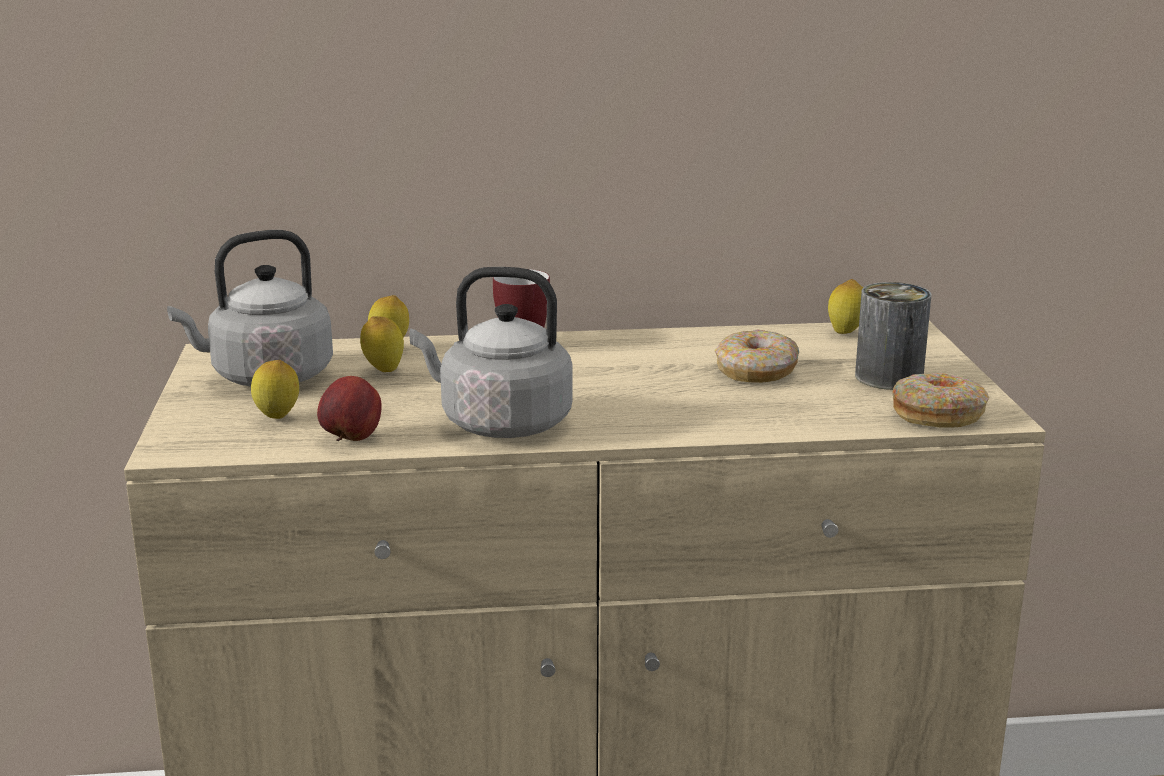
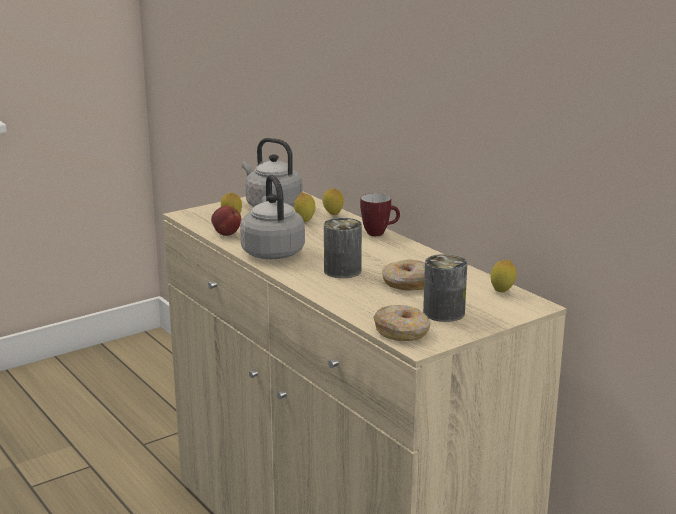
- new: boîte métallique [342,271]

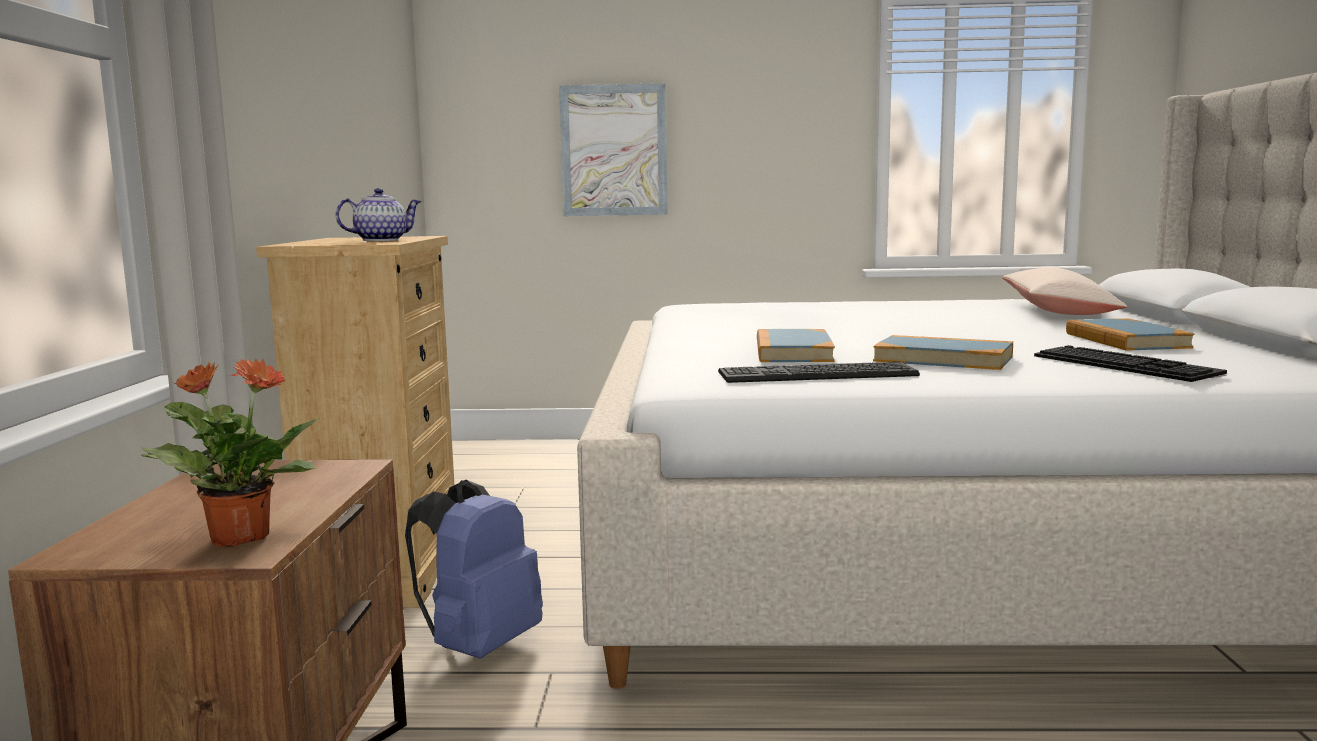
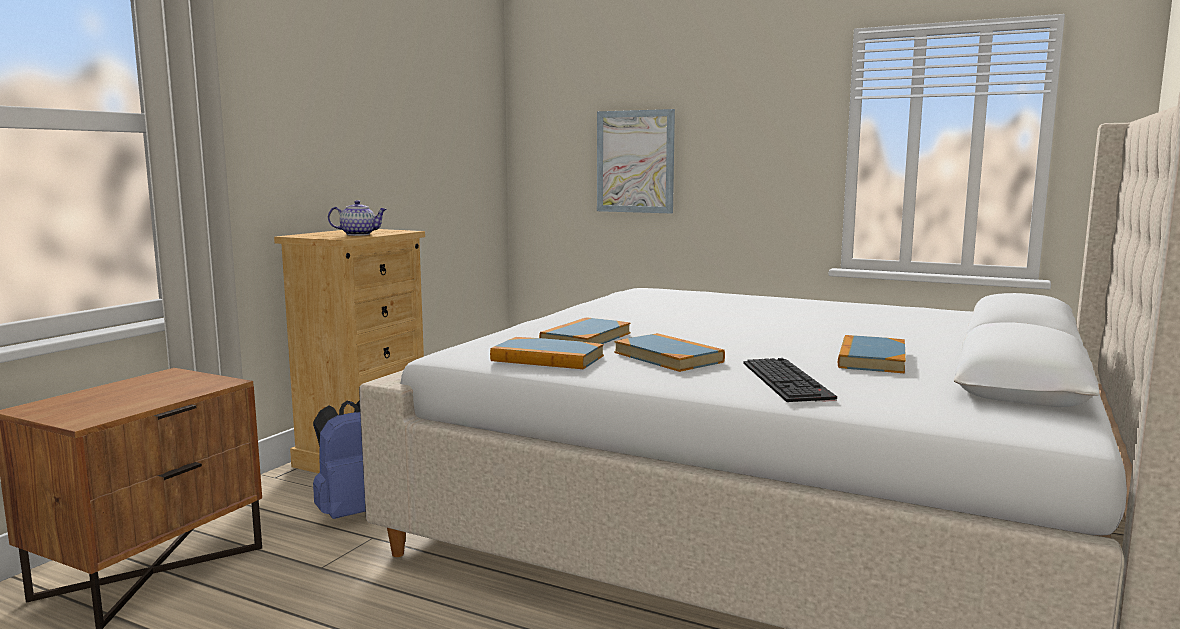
- swapped: clavier [820,374] to livre [547,358]
- gone: plante en pot [239,537]
- gone: coussin/beige [1057,311]

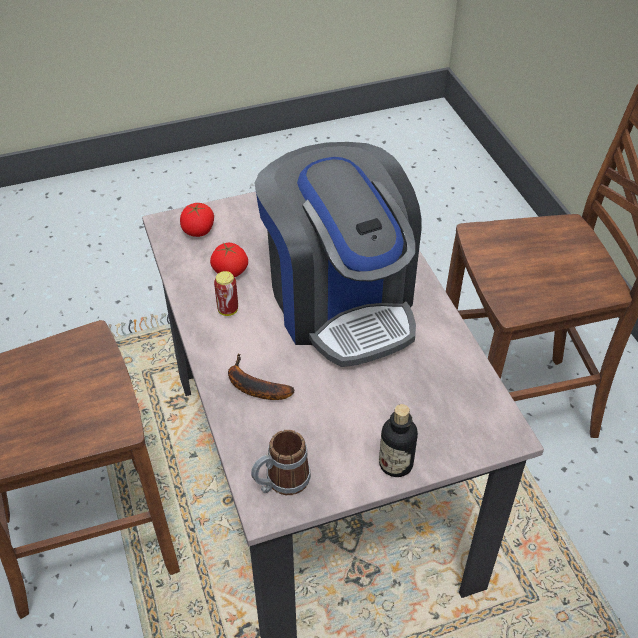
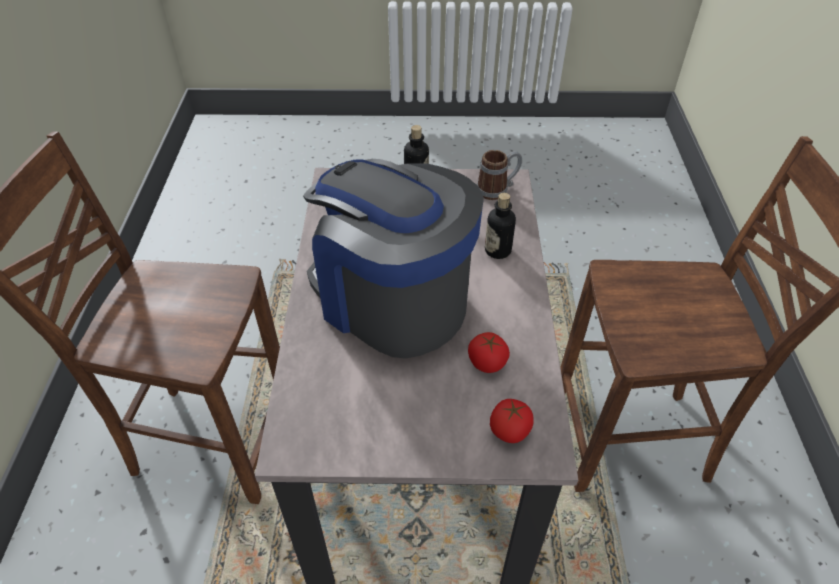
- rotated: machine à café [340,301] = [391,300] 45 degrees counterclockwise
- swapped: banane [253,386] to bouteille [497,250]
- gone: boîte métallique [228,310]

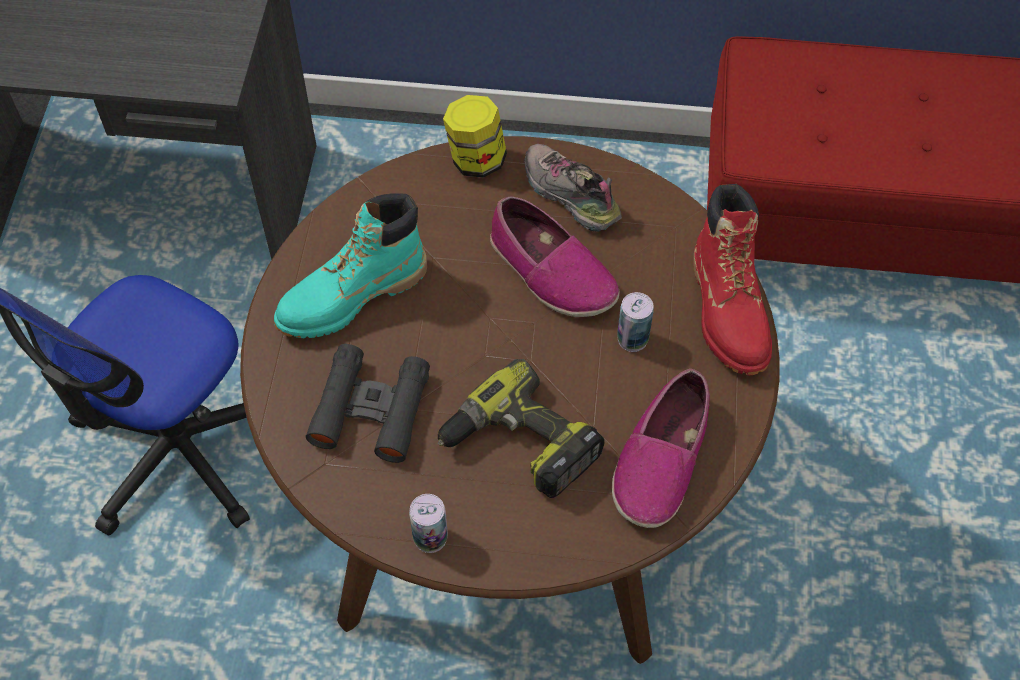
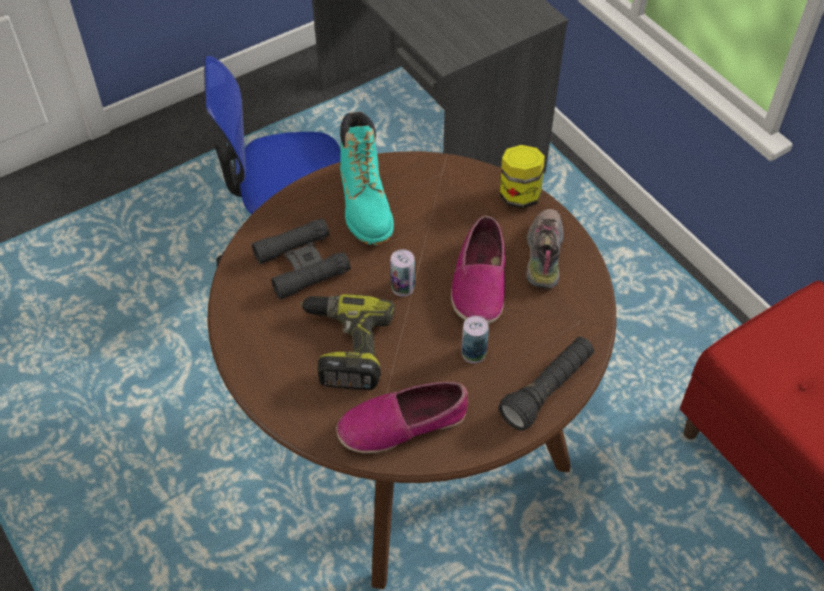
- rotated: botte/turquoise [352,297] = [365,206] 120 degrees counterclockwise
- shifted: boîte métallique [430,538] to [402,287]
- swapped: botte/rouge [728,311] to lampe de poche/noir [547,390]

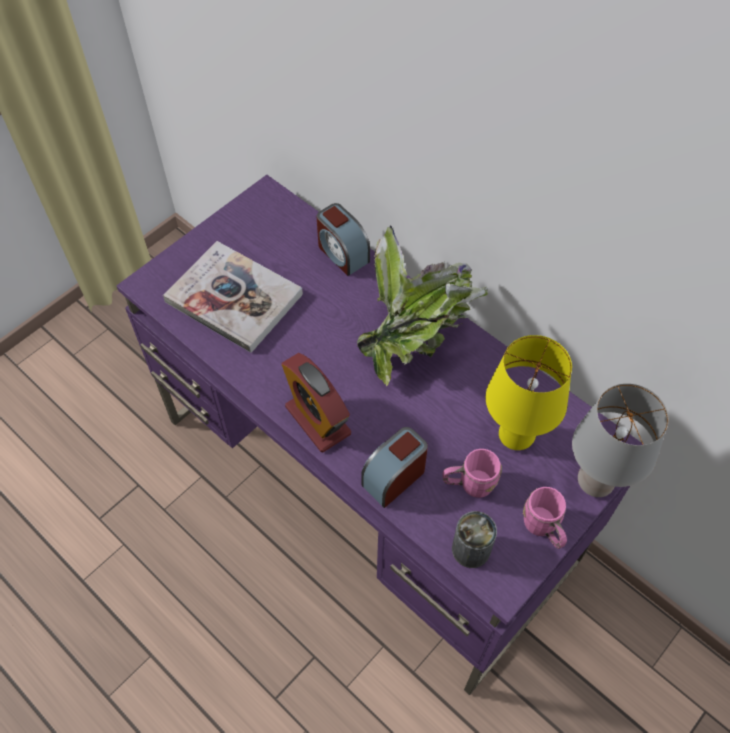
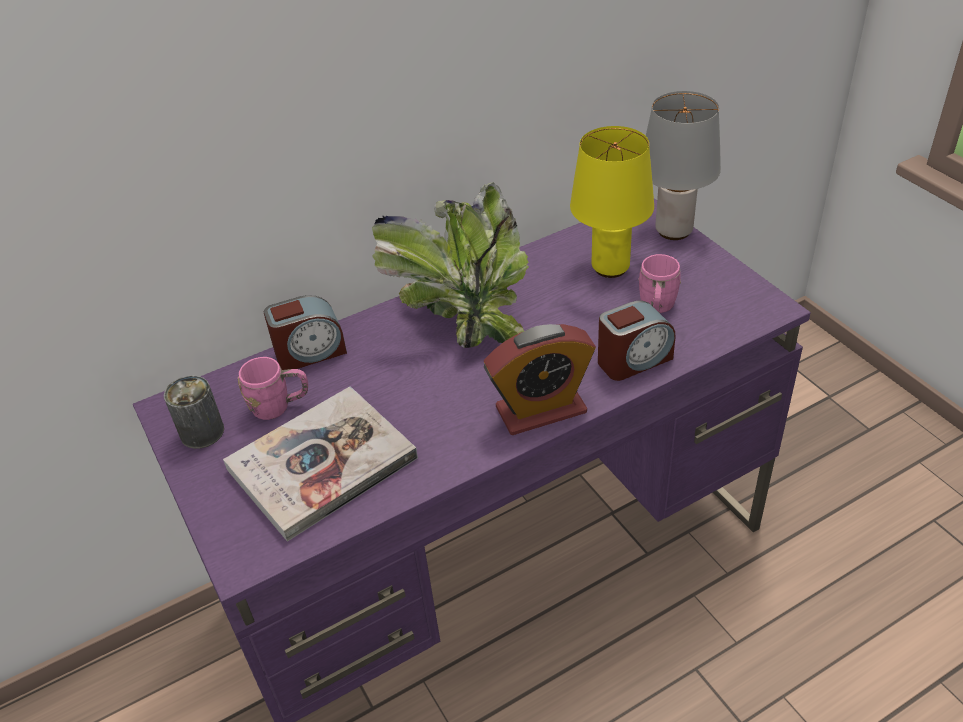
- shifted: boîte métallique [471,549] to [202,432]
- shifted: mug/rose [543,529] to [279,406]
- rotated: réveil [394,477] = [634,360] 90 degrees counterclockwise

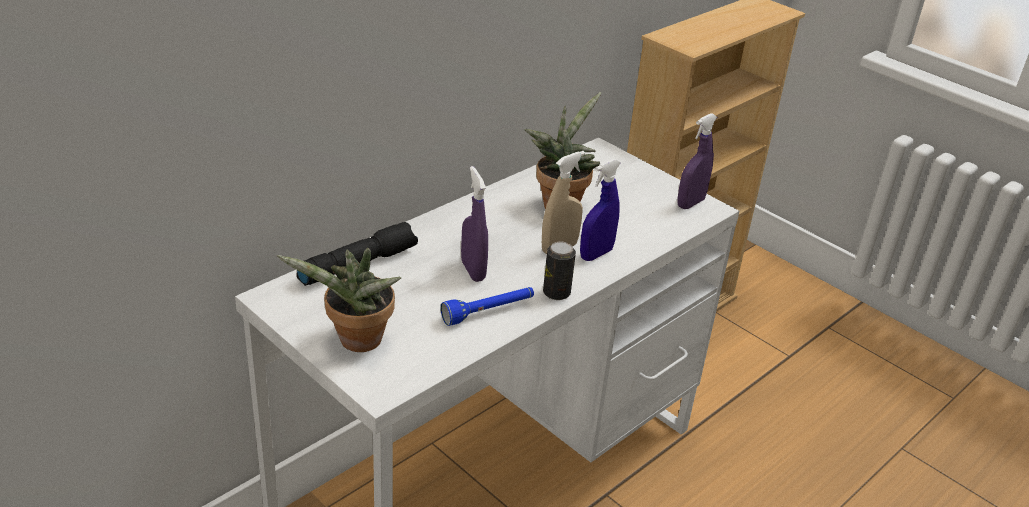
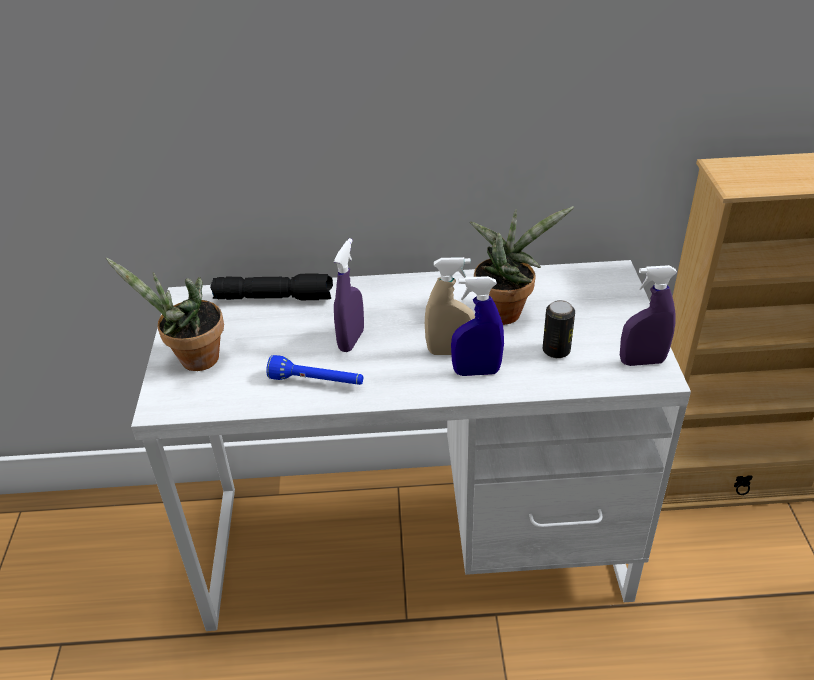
- shifted: boîte métallique [556,293] to [556,350]

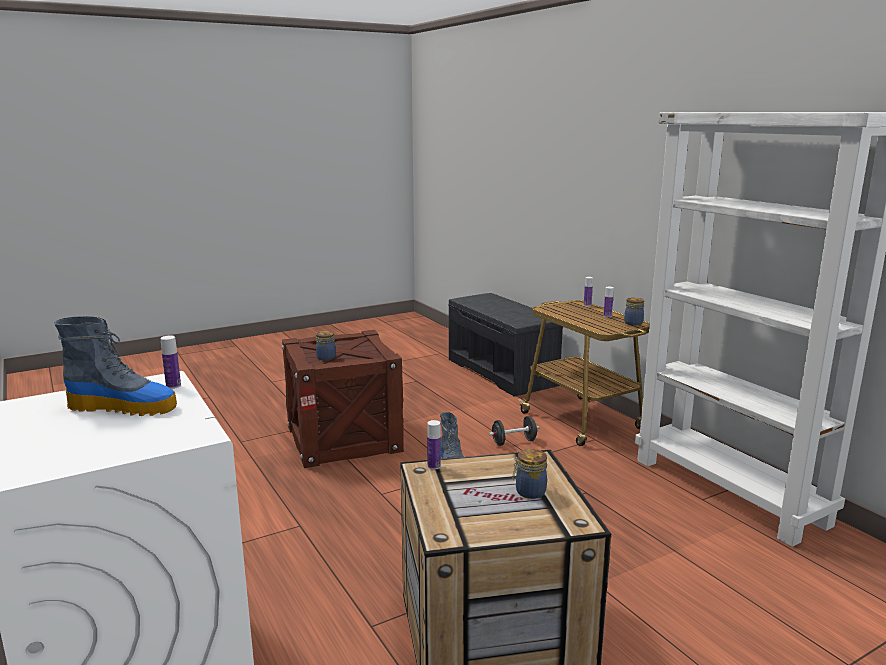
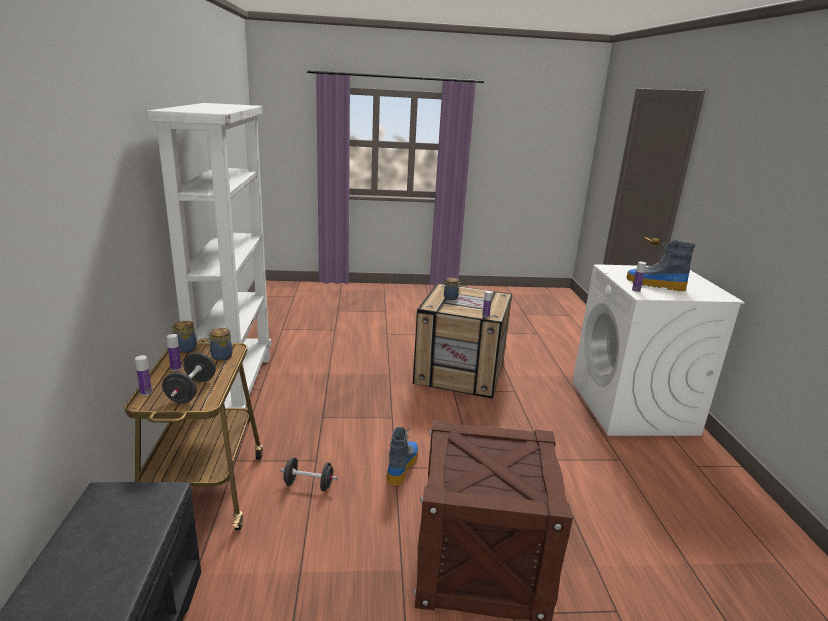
- new: haltère/noir [191,391]
- shifted: bocal [326,357] to [220,356]

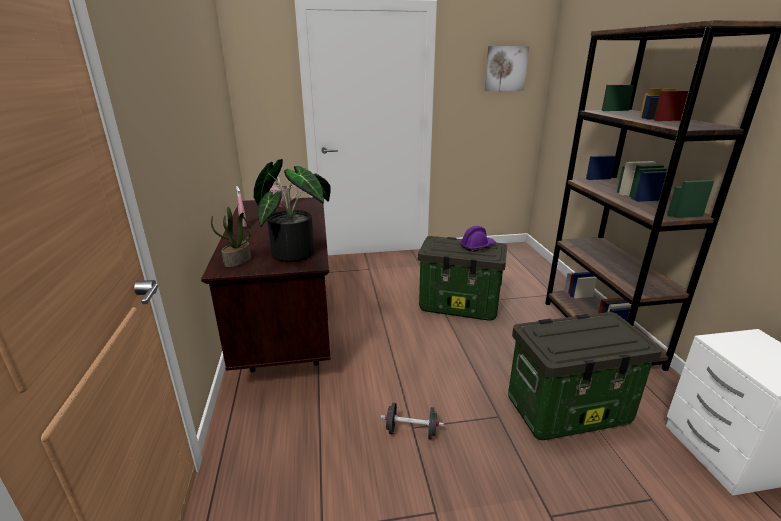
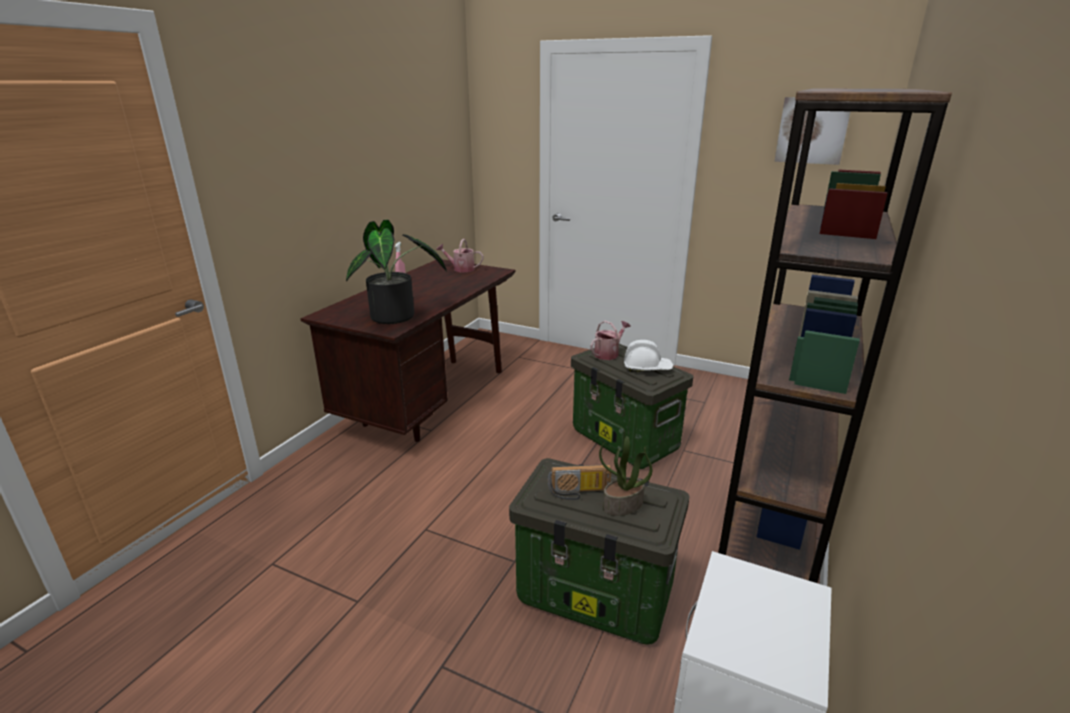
- new: radio [579,493]
- new: arrosoir [608,353]
- shifted: plante en pot [237,261] to [622,505]
- repainted: casque de chantier/violet [477,246] to casque de chantier/blanc [647,368]
- gone: haltère/noir [411,431]

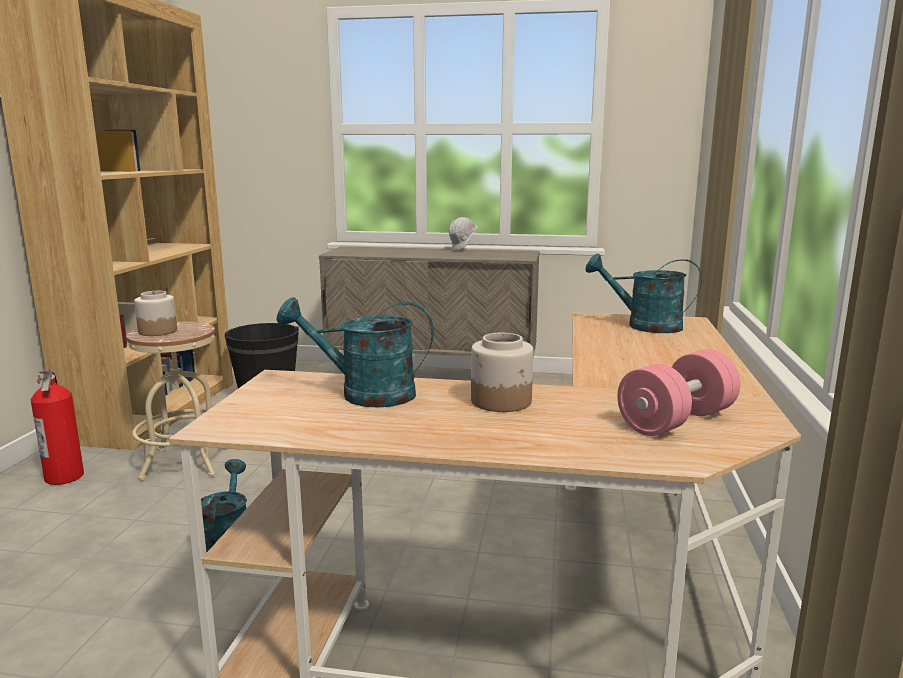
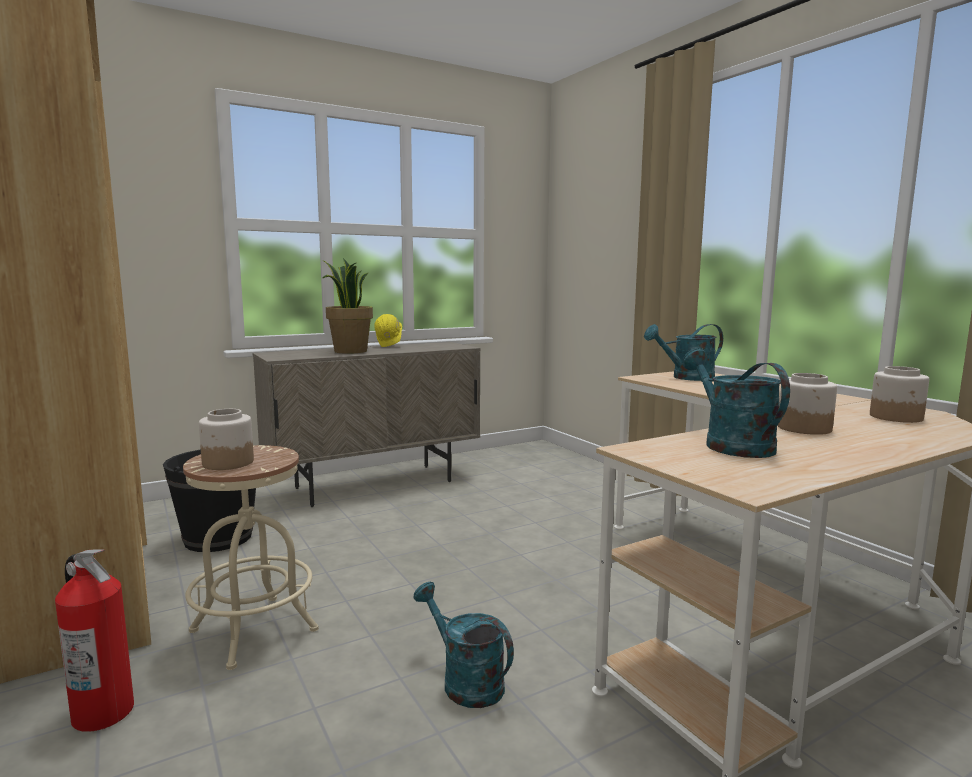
- new: plante en pot [350,351]
- repainted: casque de chantier/blanc [463,250] to casque de chantier/jaune [389,346]
- rotated: arrosoir/turquoise [364,394] = [730,444] 105 degrees clockwise
- swapped: haltère/rose [676,421] to bocal [896,417]

